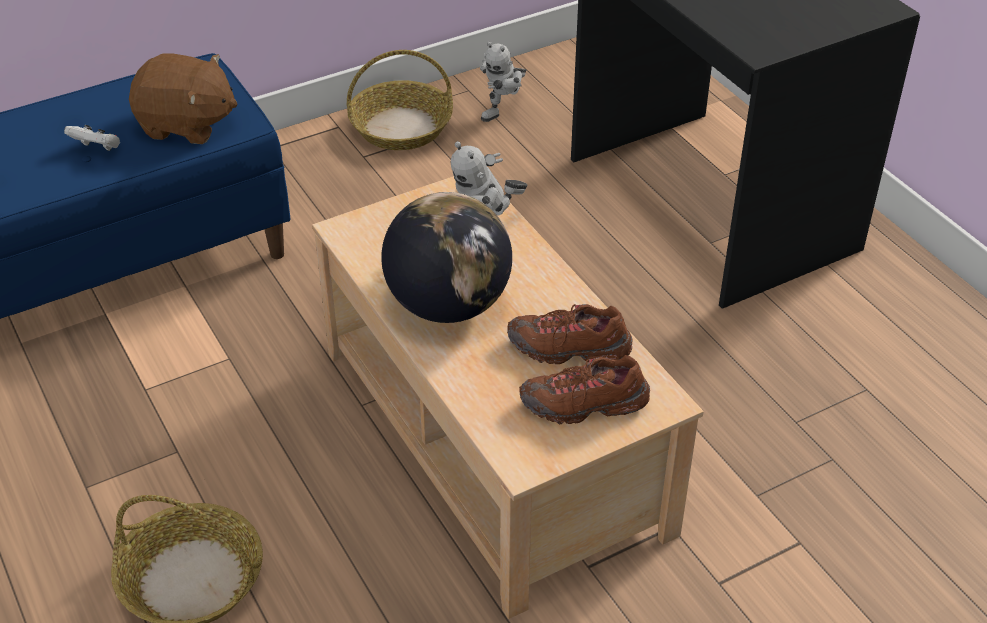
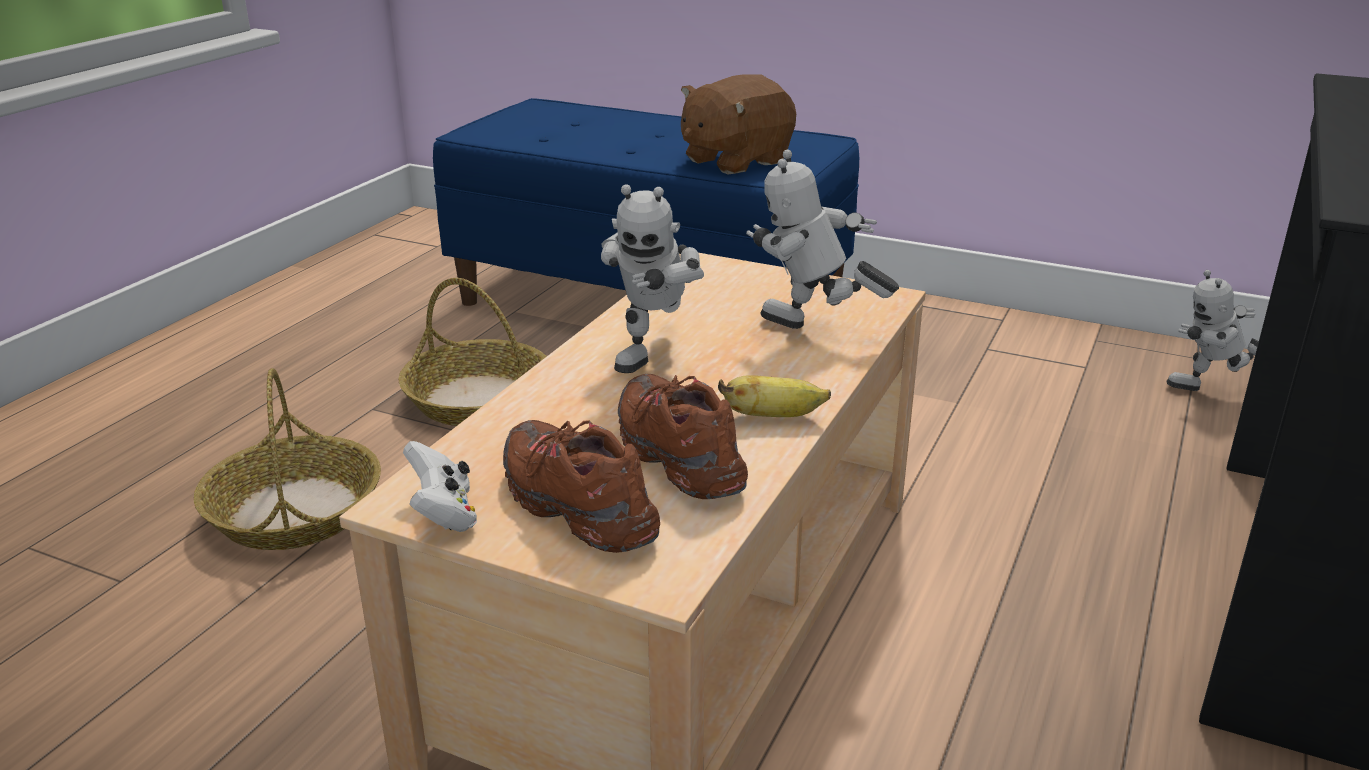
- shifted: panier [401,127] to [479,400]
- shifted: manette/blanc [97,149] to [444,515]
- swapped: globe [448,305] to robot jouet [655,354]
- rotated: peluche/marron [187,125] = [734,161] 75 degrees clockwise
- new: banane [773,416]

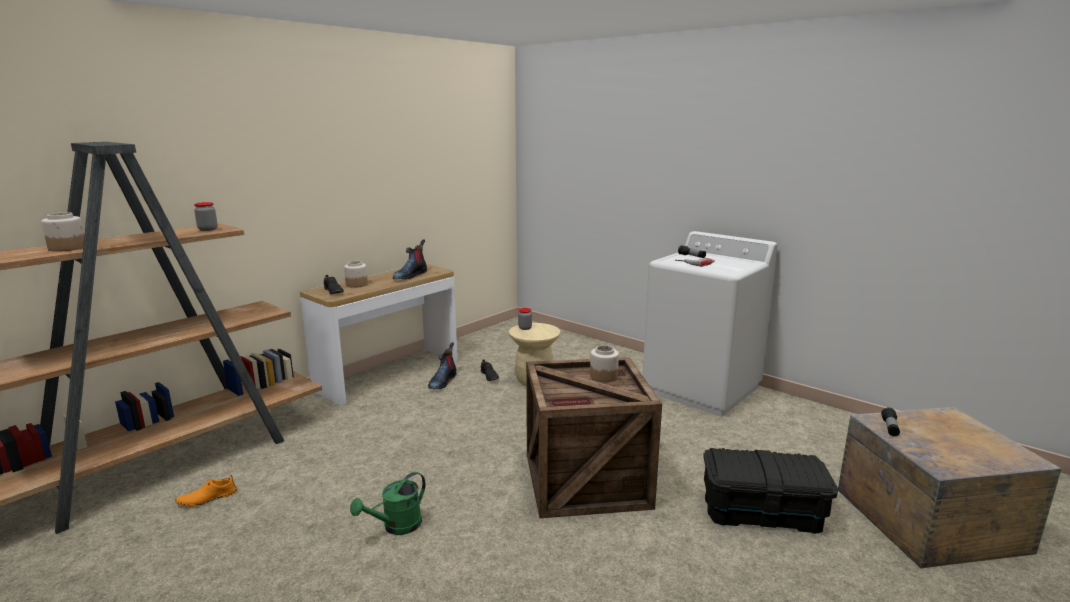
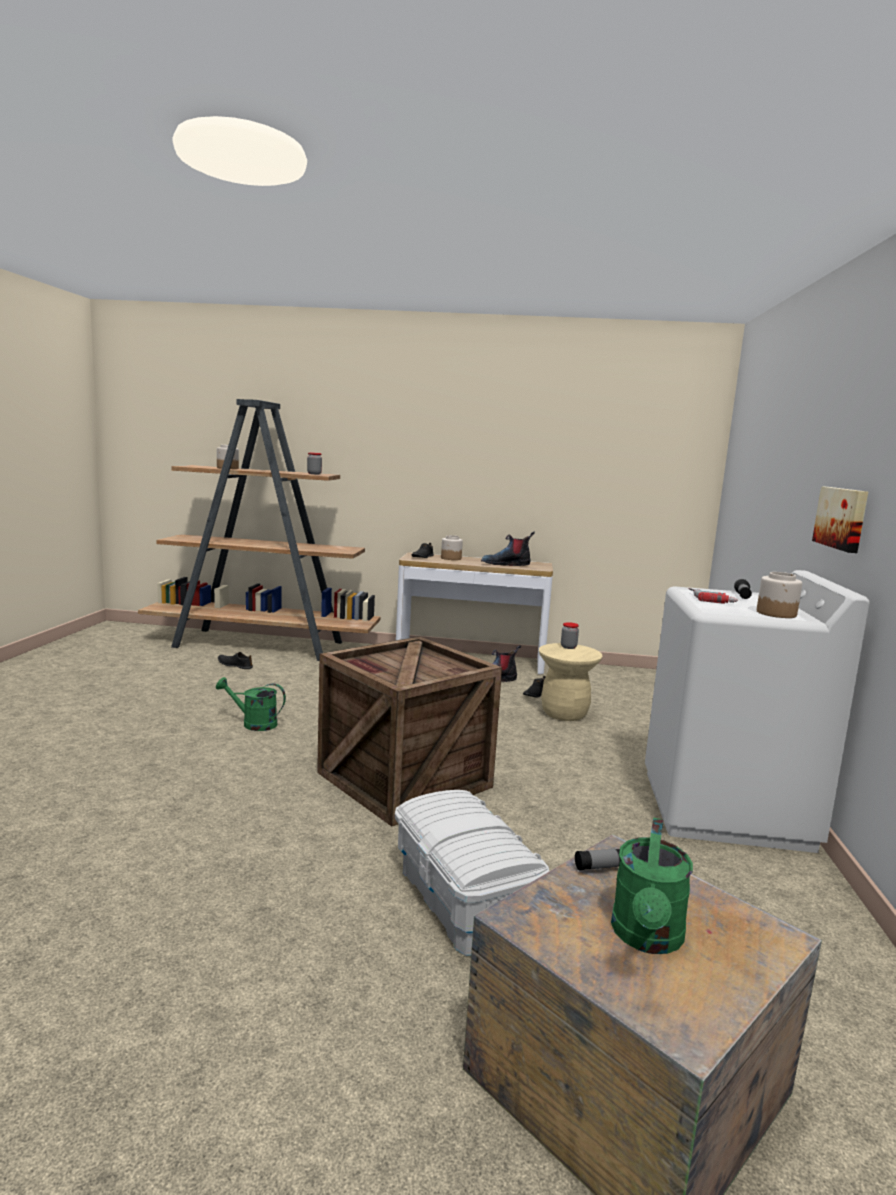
- repainted: chaussure/orange [207,498] to chaussure/noir [235,665]
- repainted: boîte de rangement/noir [762,511] to boîte de rangement/blanc [464,899]
- new: arrosoir/vert [647,938]
- shifted: bocal [603,376] to [776,613]
- new: tableau [842,518]

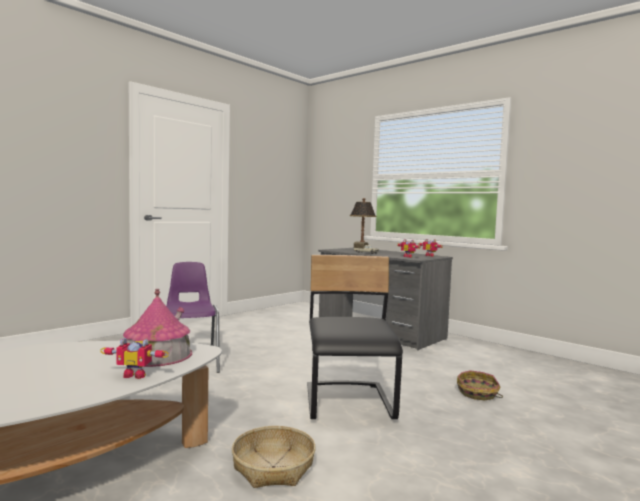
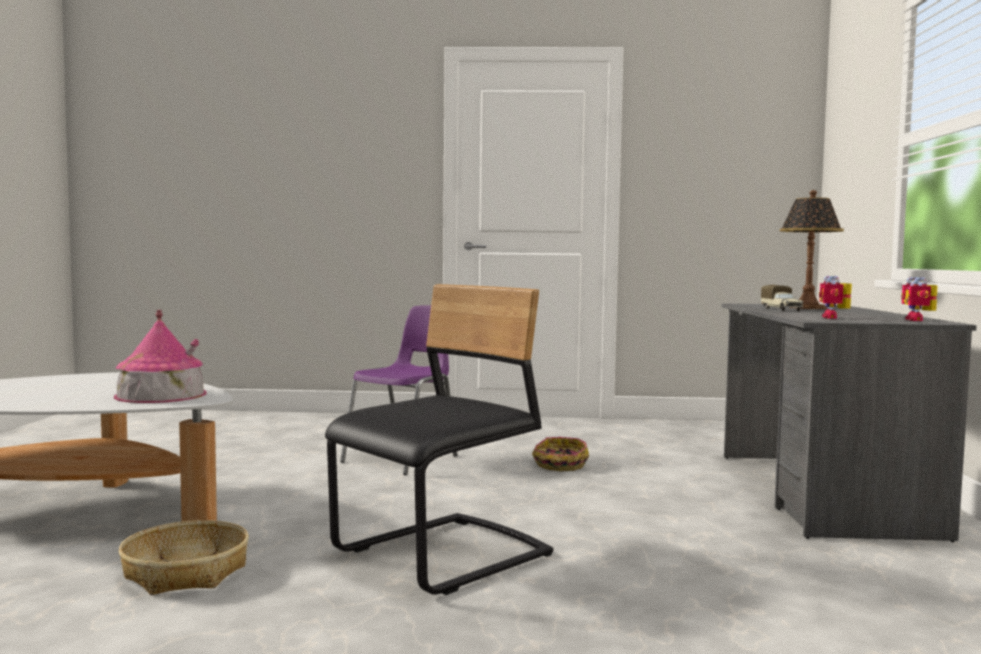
- shifted: panier [478,394] to [559,465]
- gone: robot jouet [136,374]

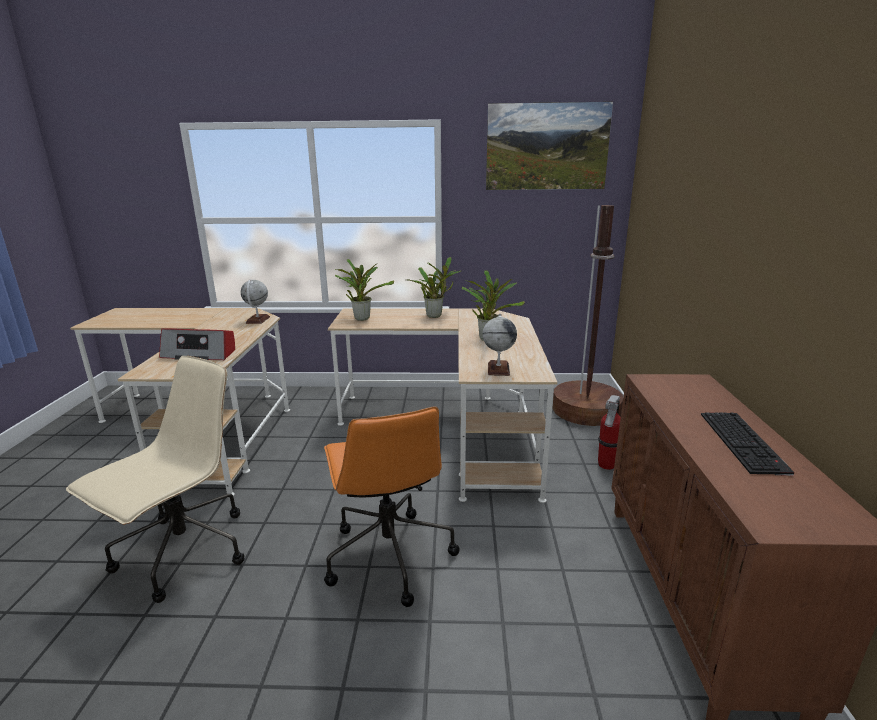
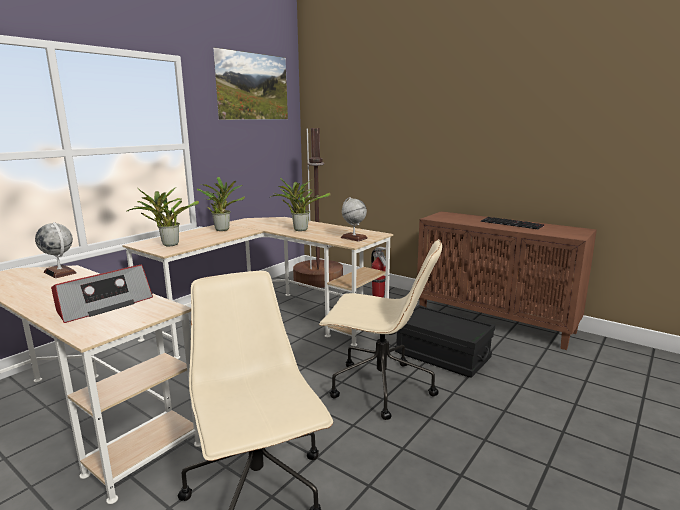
- repainted: chaise de bureau/orange [388,554] to chaise de bureau/beige [379,387]
- new: boîte de rangement/noir [442,356]

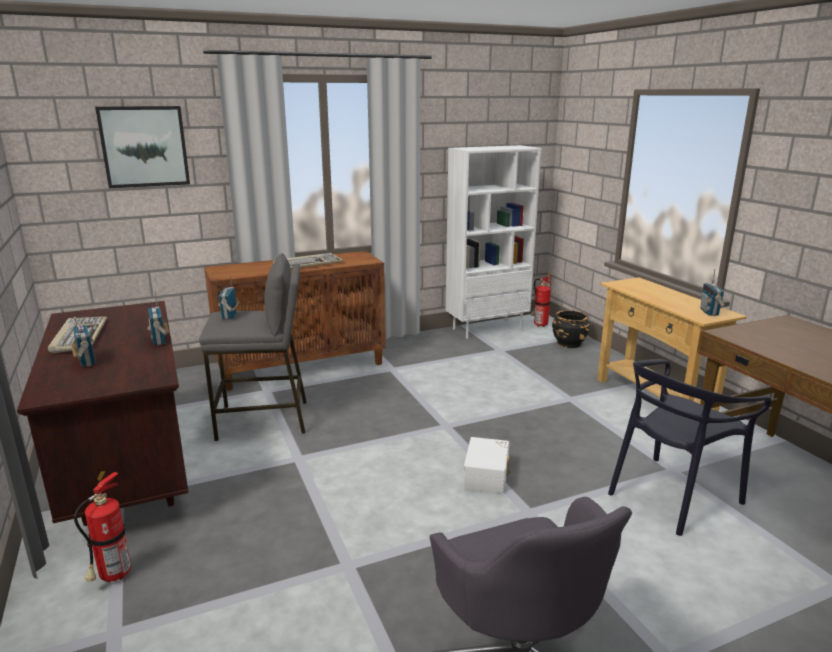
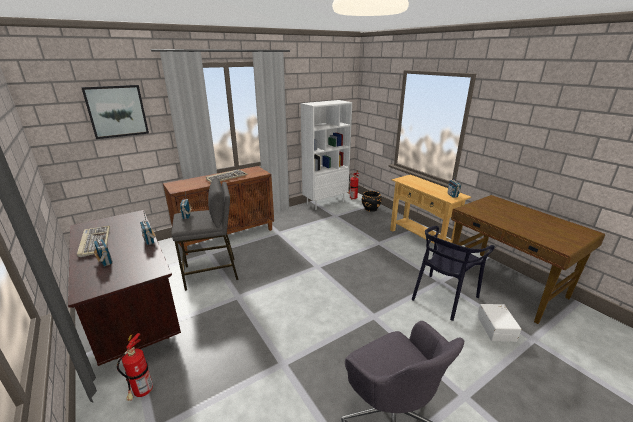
- shifted: boîte de rangement/blanc [487,475] to [497,328]

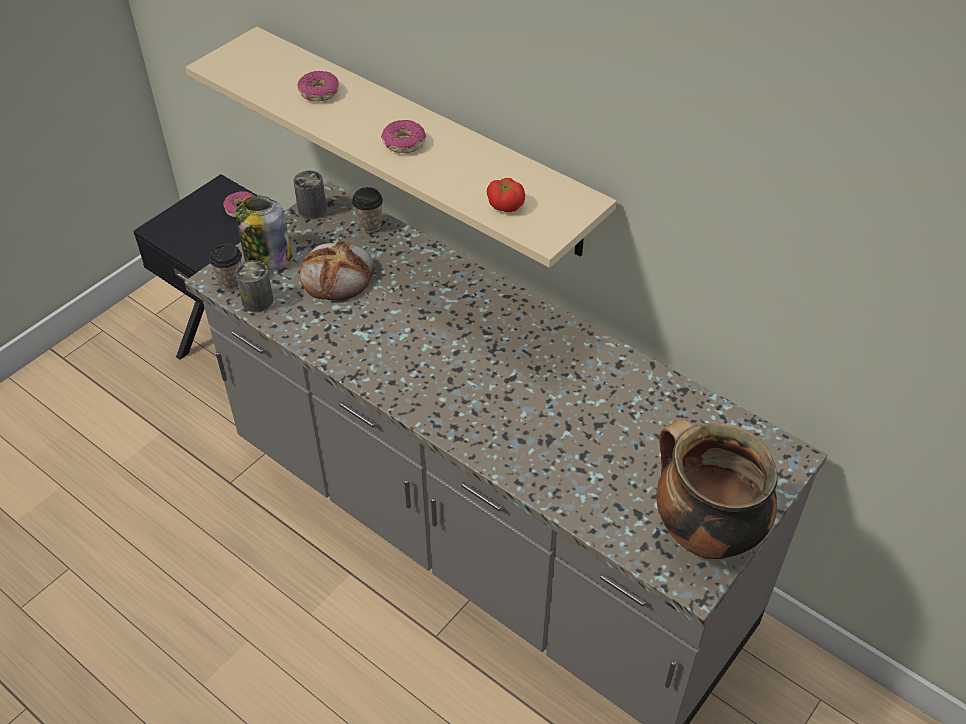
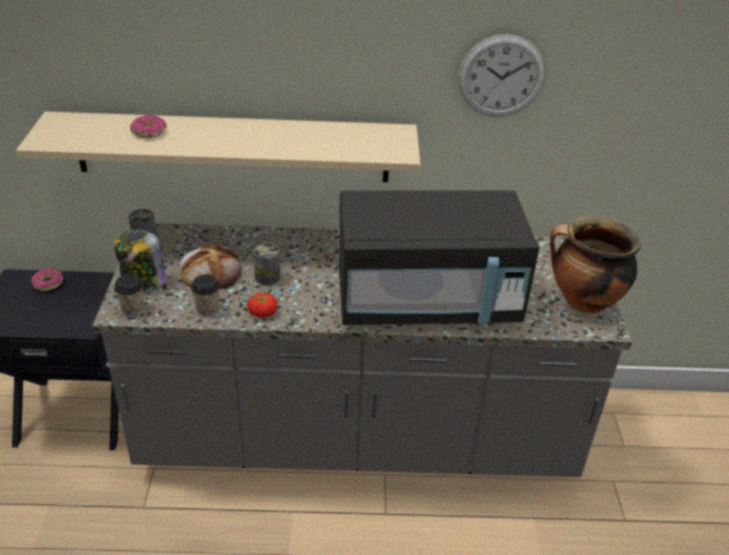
- shifted: tasse [369,225] to [208,309]
- shifted: tomate [505,204] to [262,312]
- shifted: boîte métallique [257,301] to [267,277]
- new: micro-ondes/noir [427,301]
- new: horloge murale [501,76]
- gone: beignet [403,143]

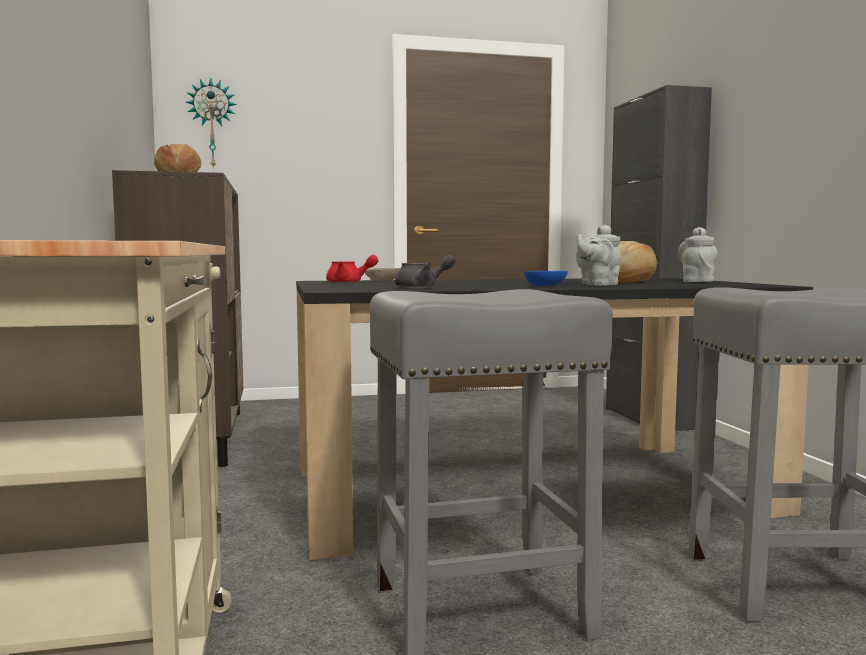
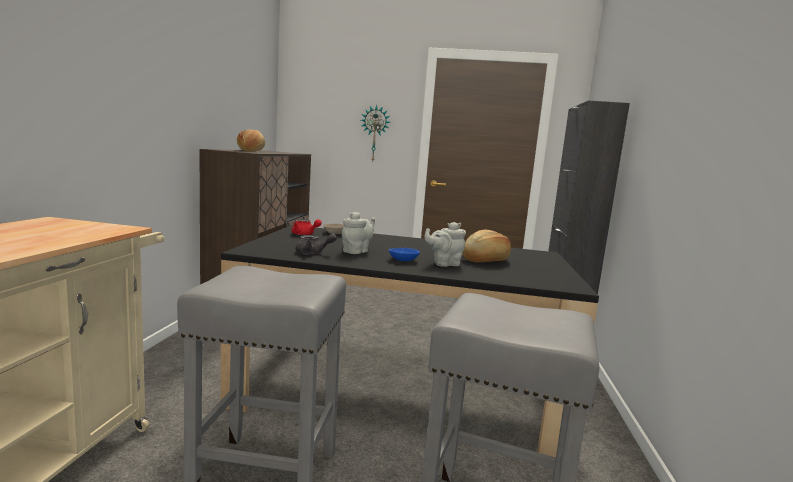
- shifted: théière/gris [697,281] to [357,251]
- shifted: horloge murale [212,124] to [375,134]

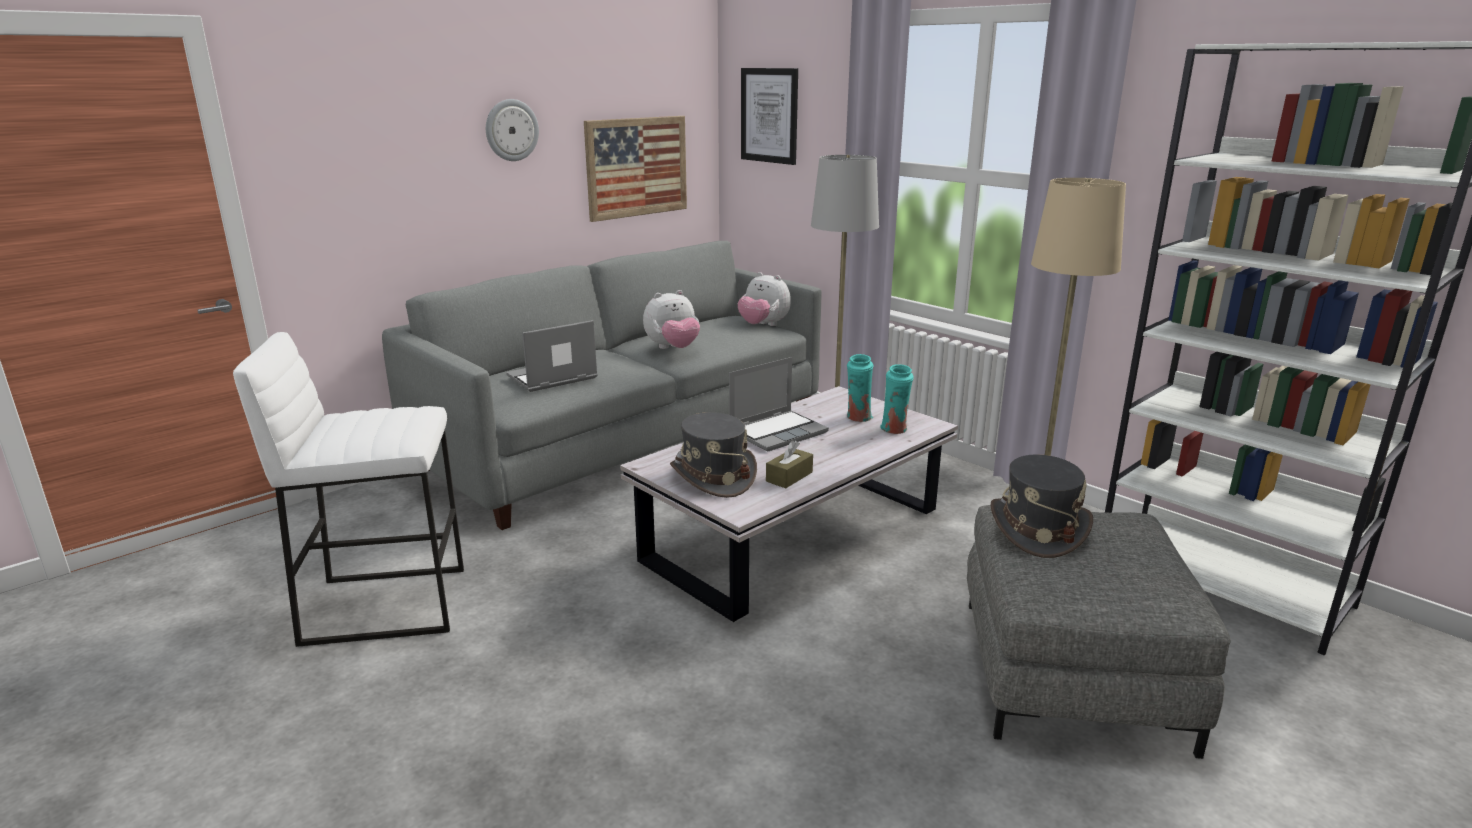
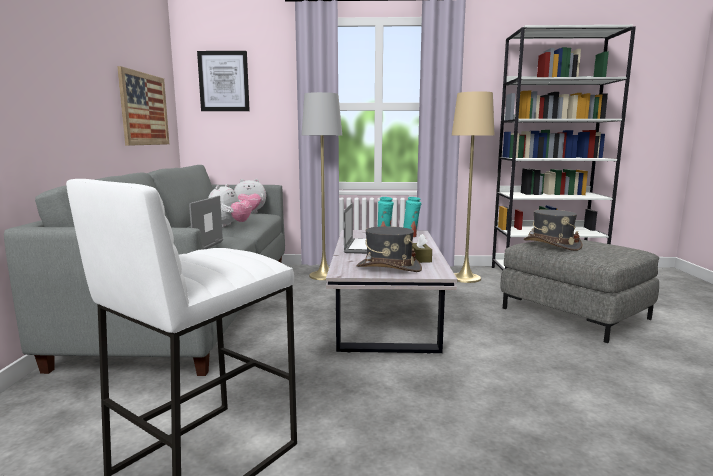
- gone: horloge murale [511,130]

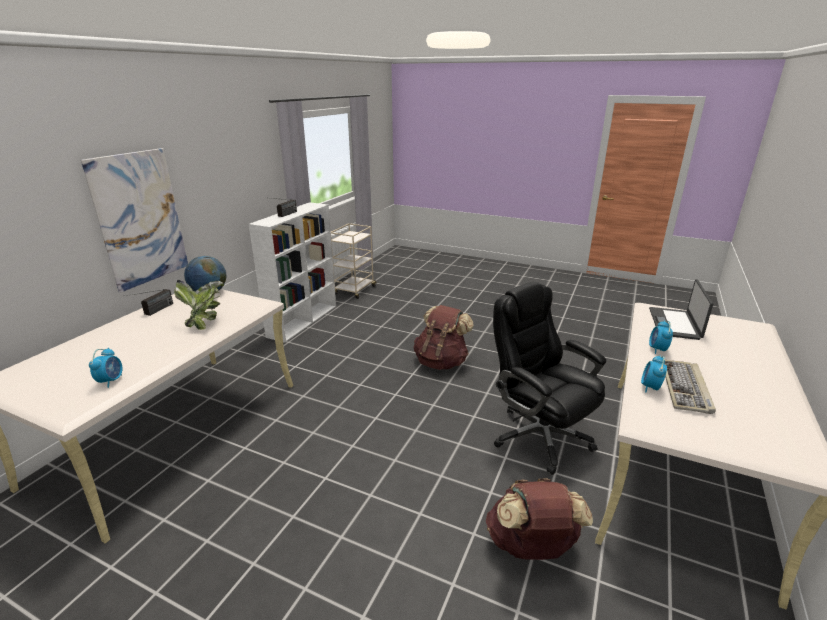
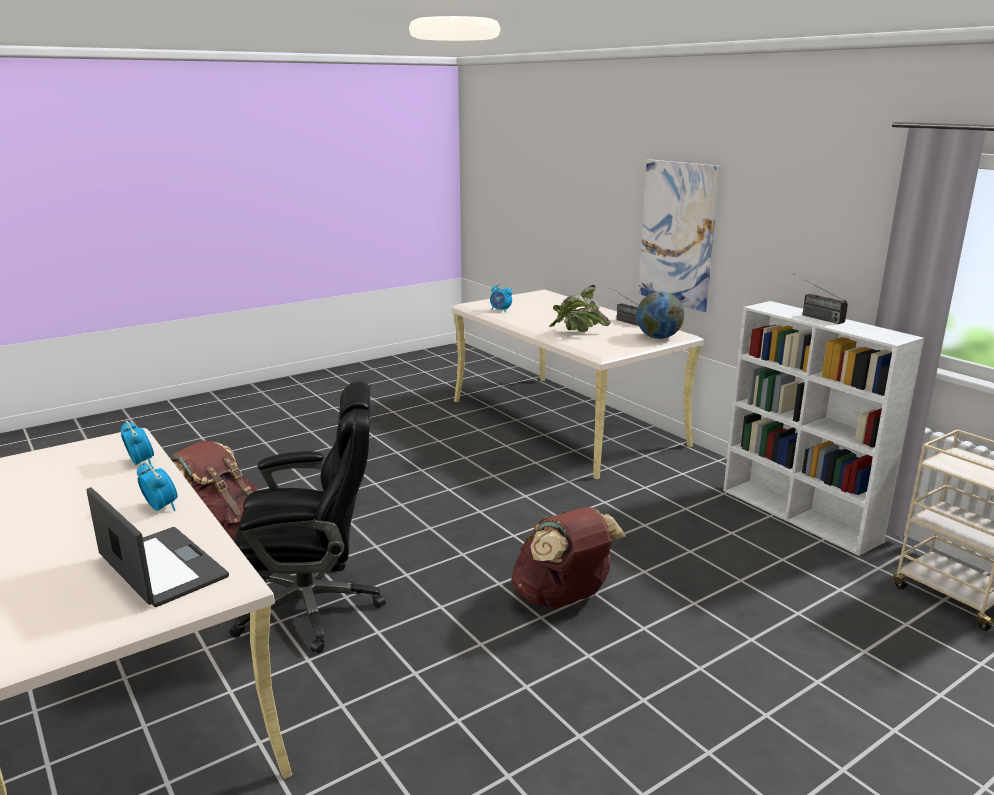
- gone: clavier [685,388]

